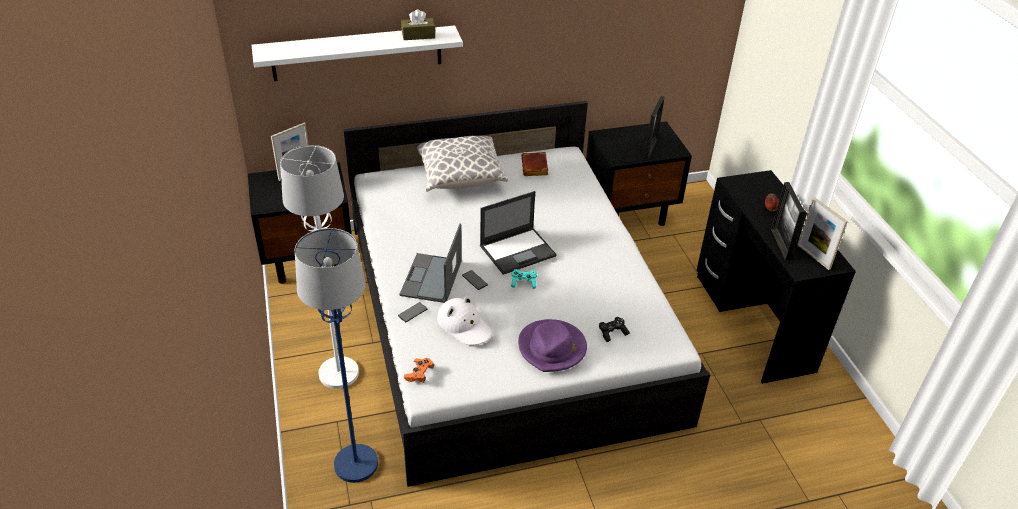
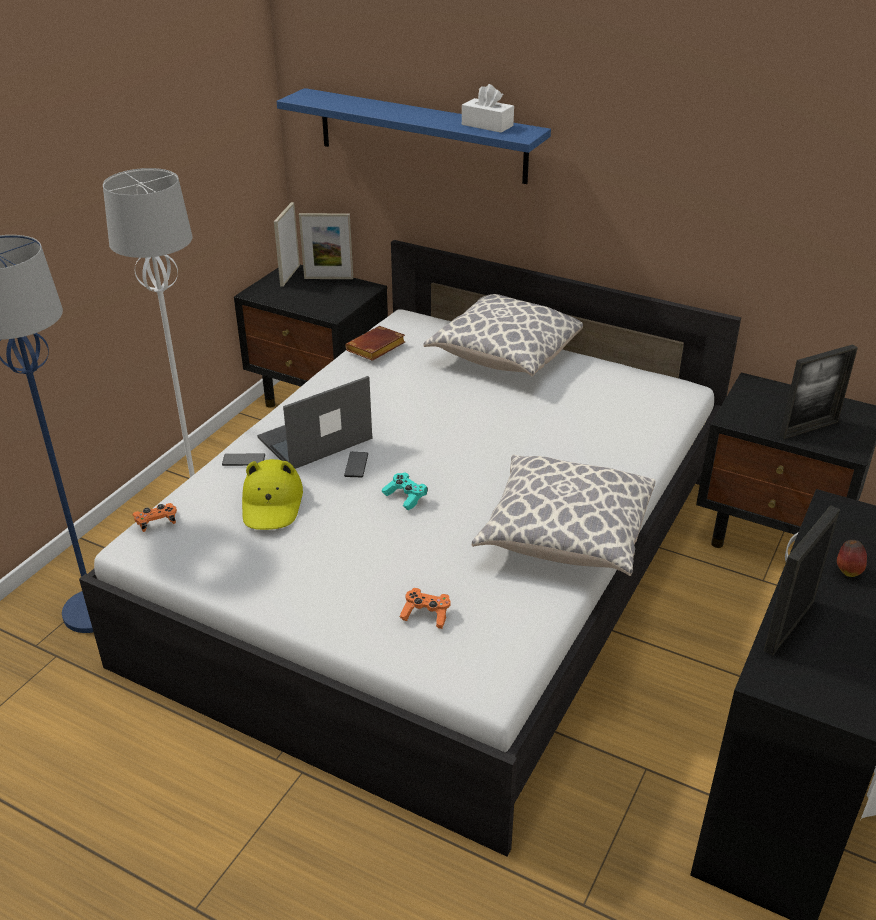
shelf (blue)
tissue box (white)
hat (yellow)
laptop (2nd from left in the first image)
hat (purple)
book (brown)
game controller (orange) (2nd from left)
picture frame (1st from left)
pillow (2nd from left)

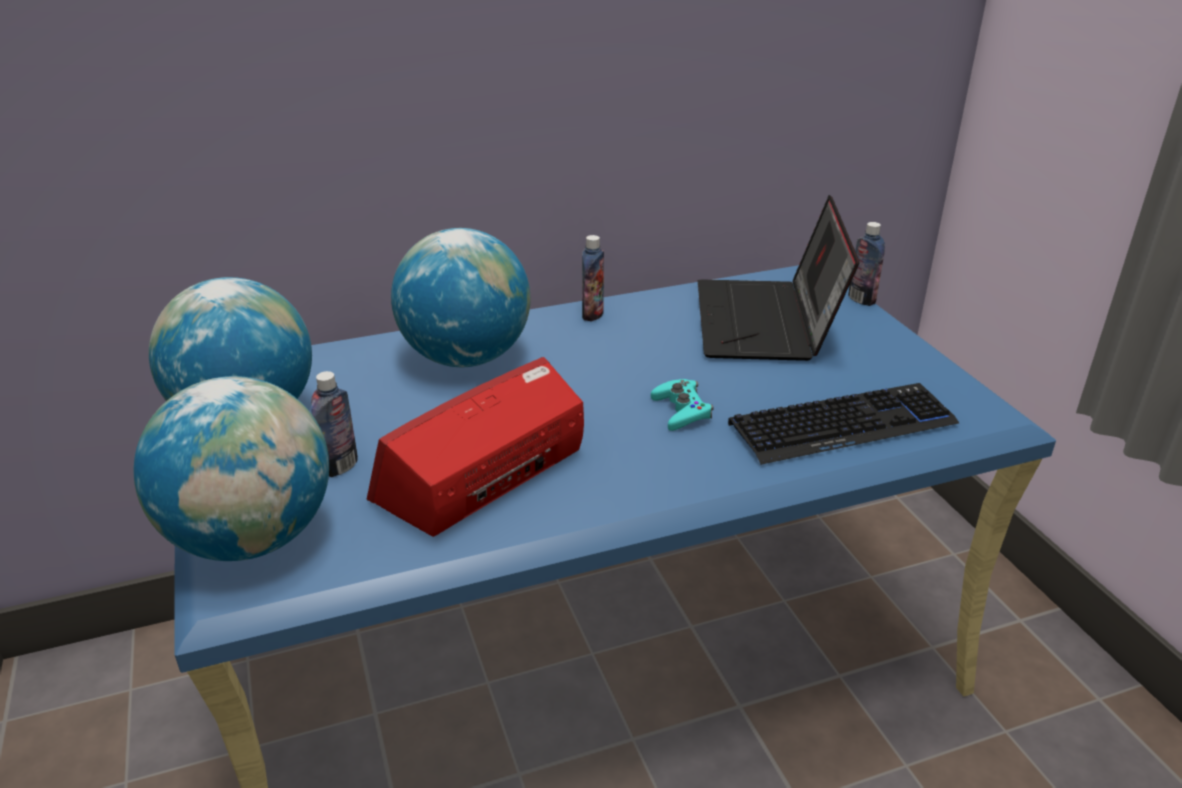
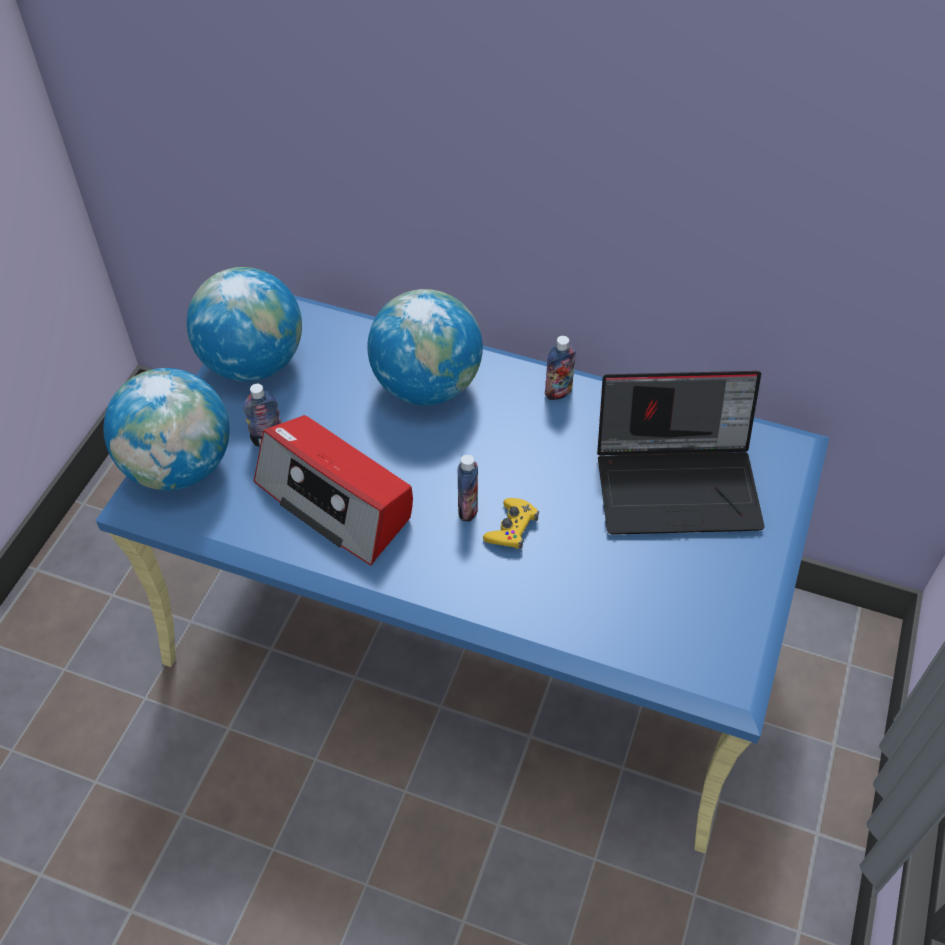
radio
game controller (yellow)
laptop
keyboard
bottle (2nd from left)

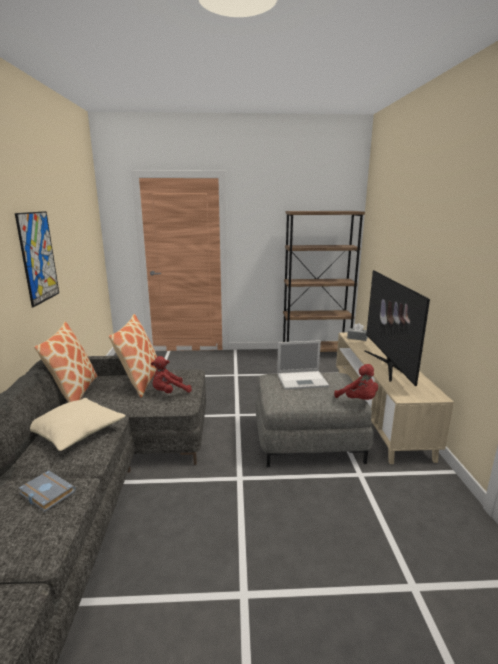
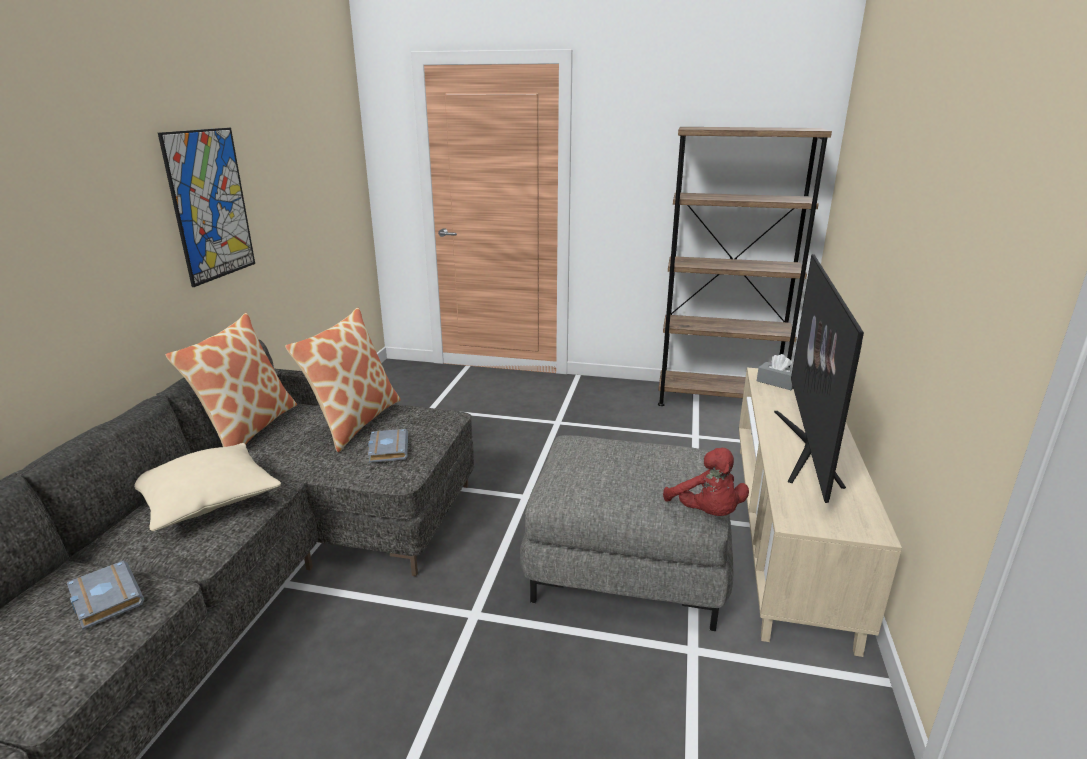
book (grey) (2nd from left)
laptop

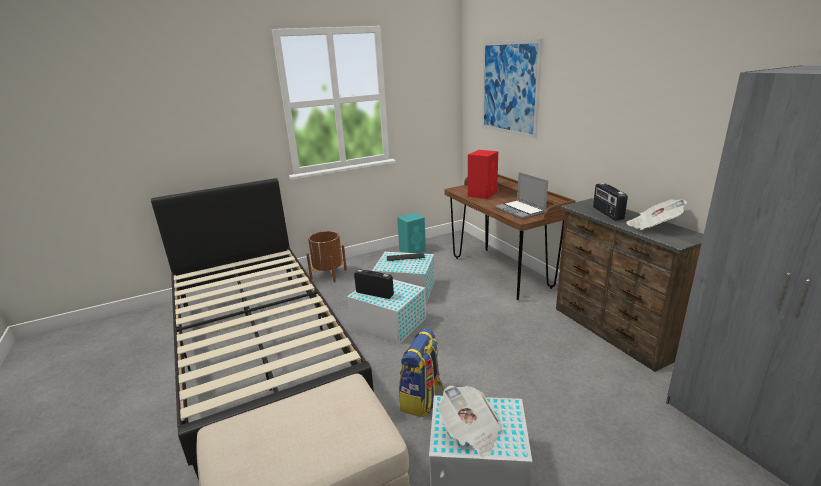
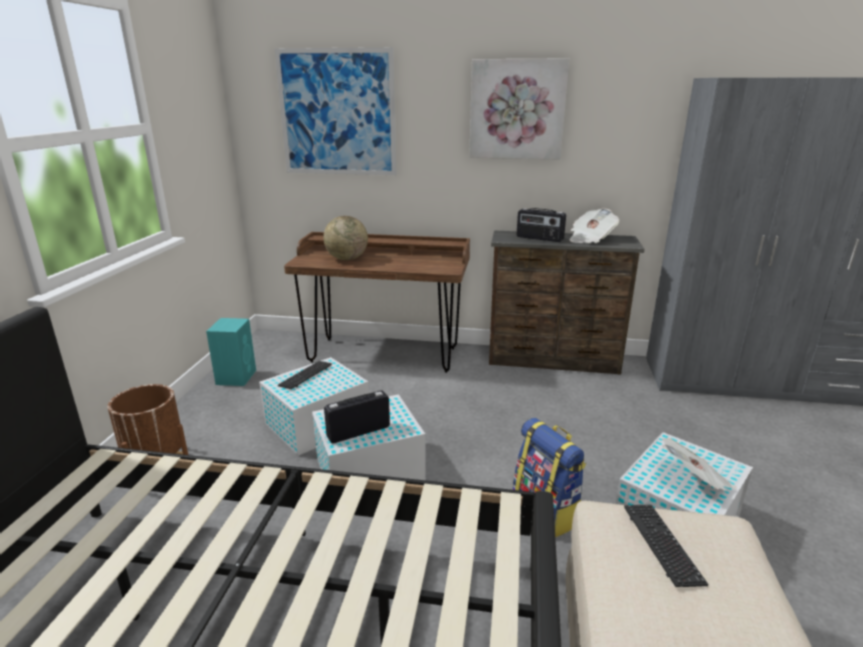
globe
laptop
picture (2nd from left)
keyboard (2nd from left)

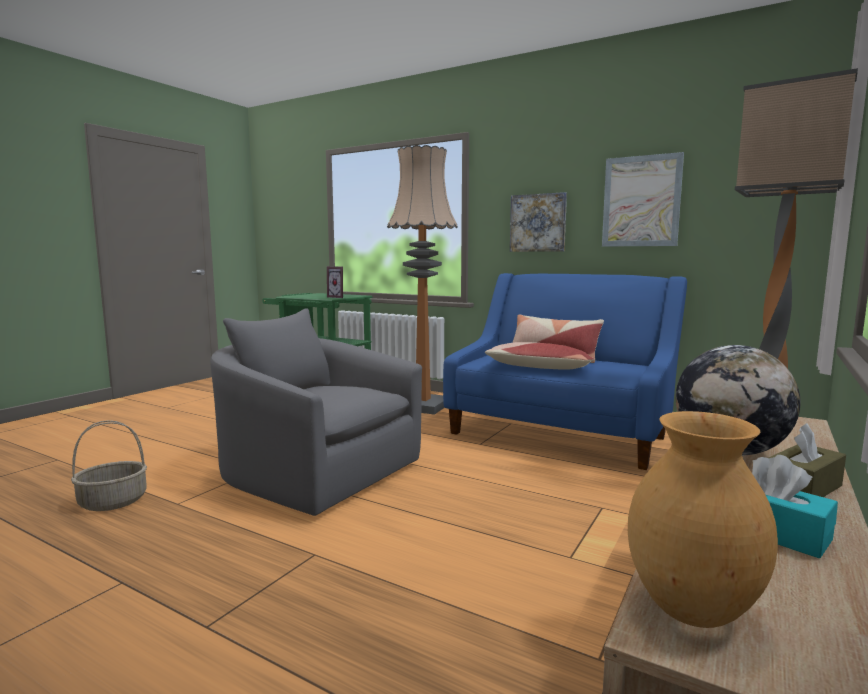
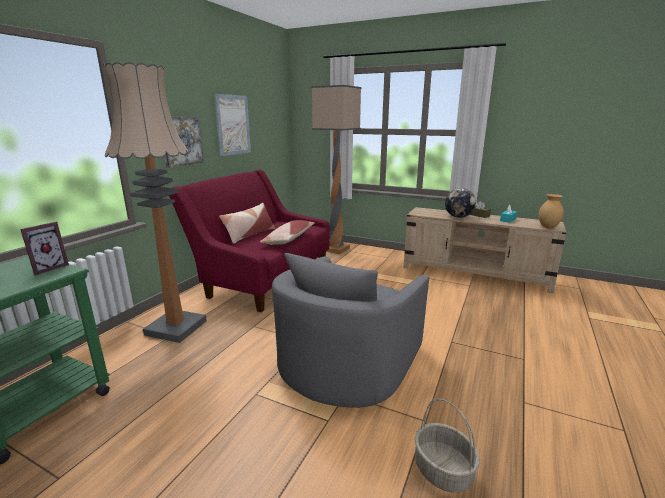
sofa (red)

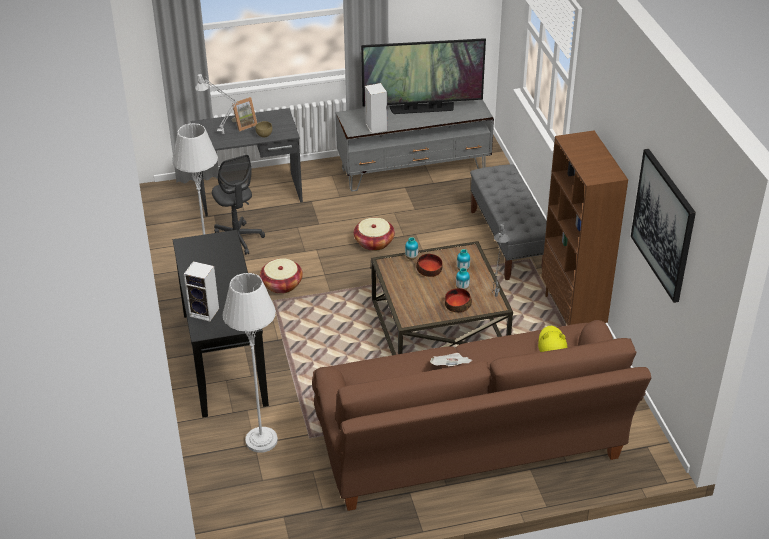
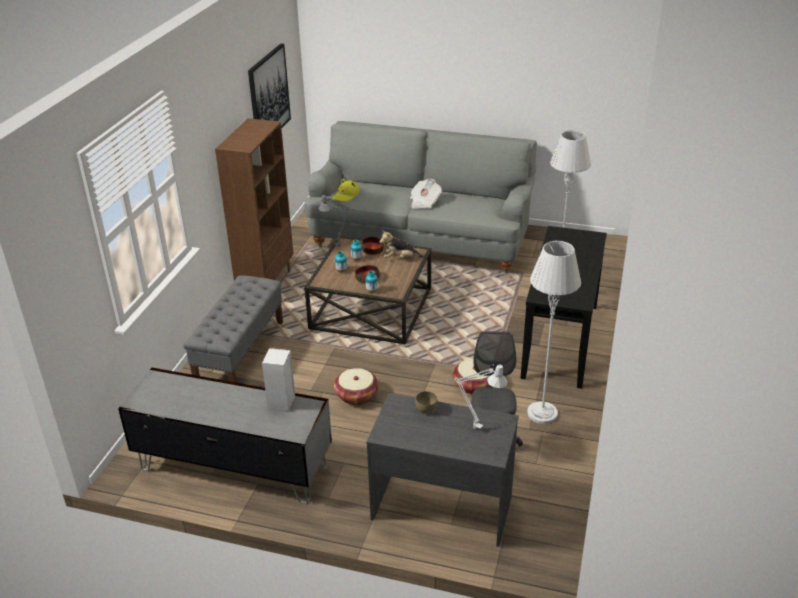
speaker (1st from left in the first image)
picture frame
sofa (grey)
television
plush toy

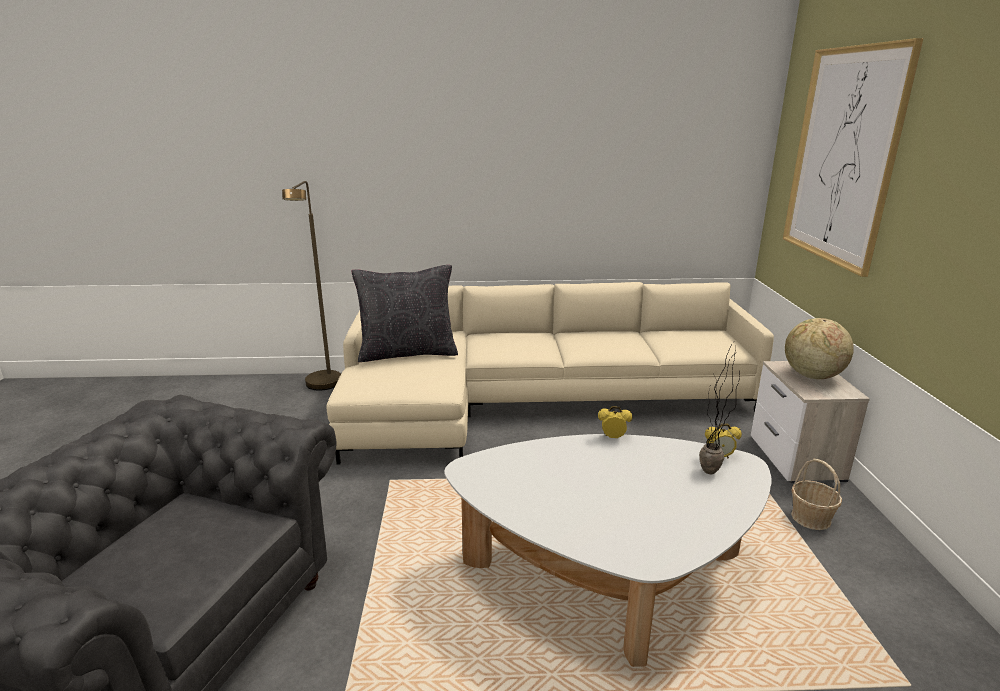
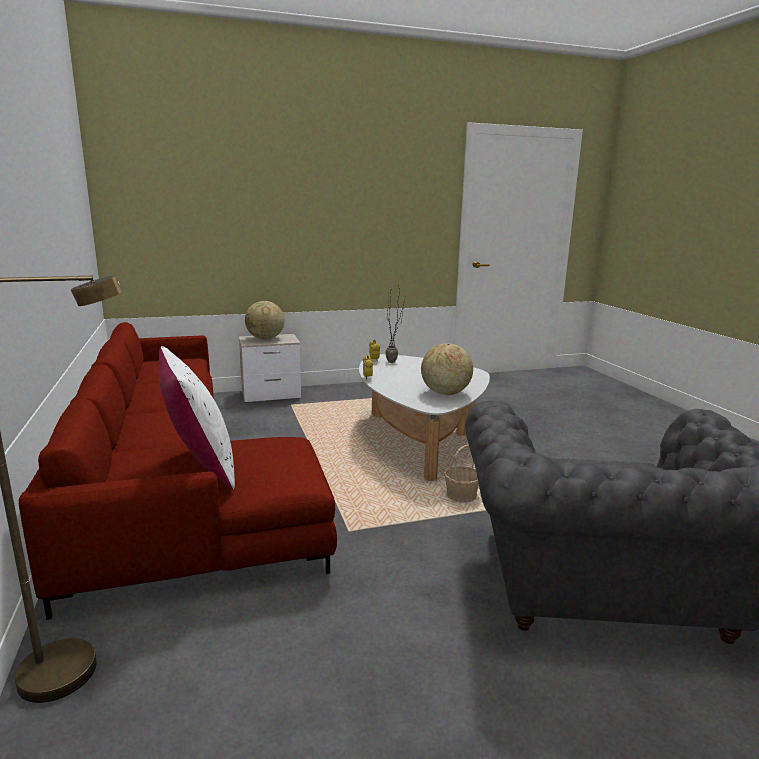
sofa (red)
pillow (white)
picture
basket
globe (2nd from left)

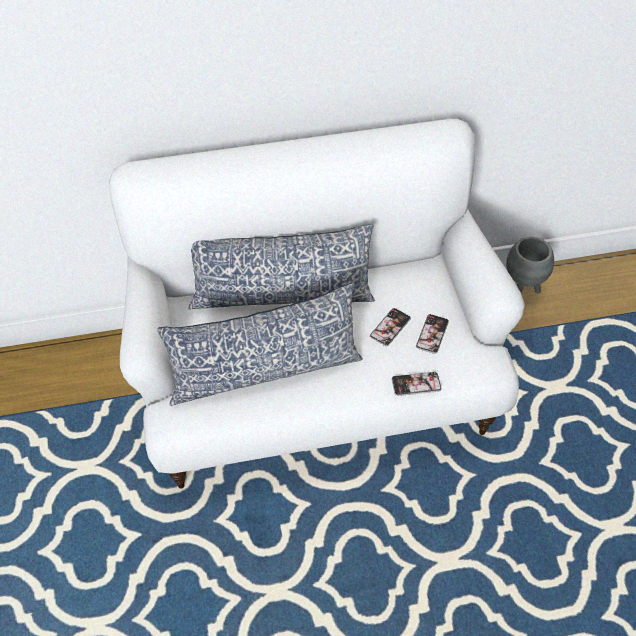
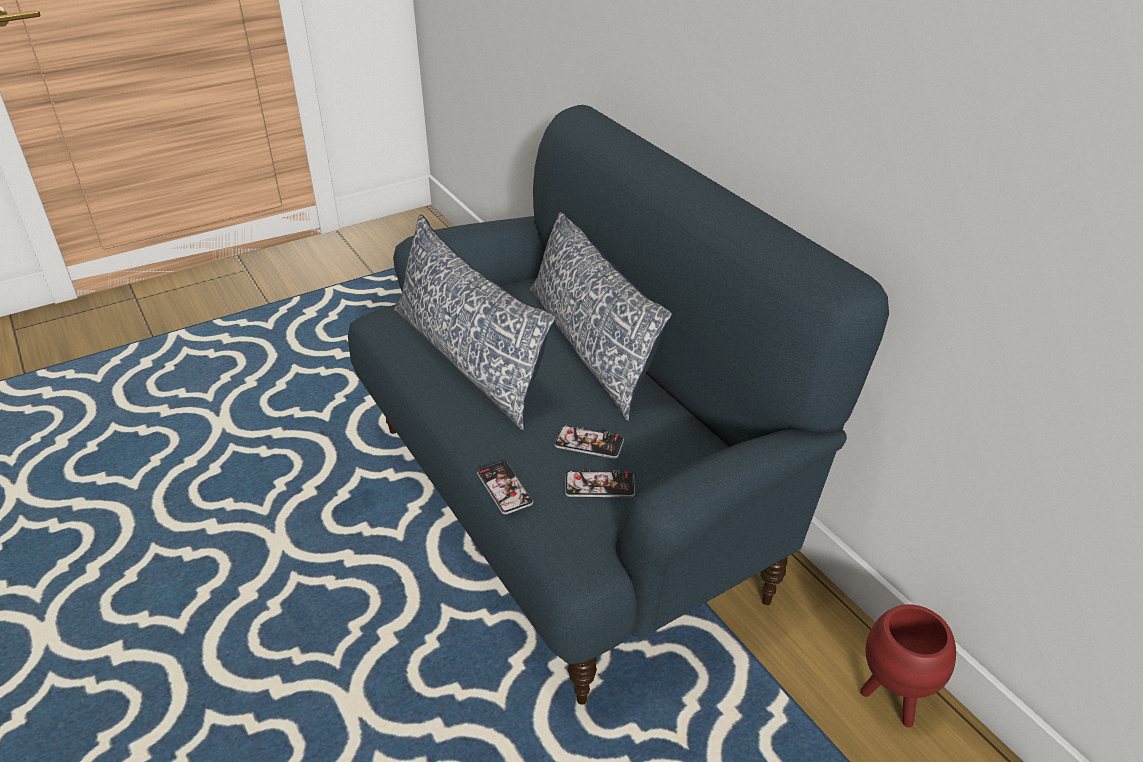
sofa (blue)
planter (red)

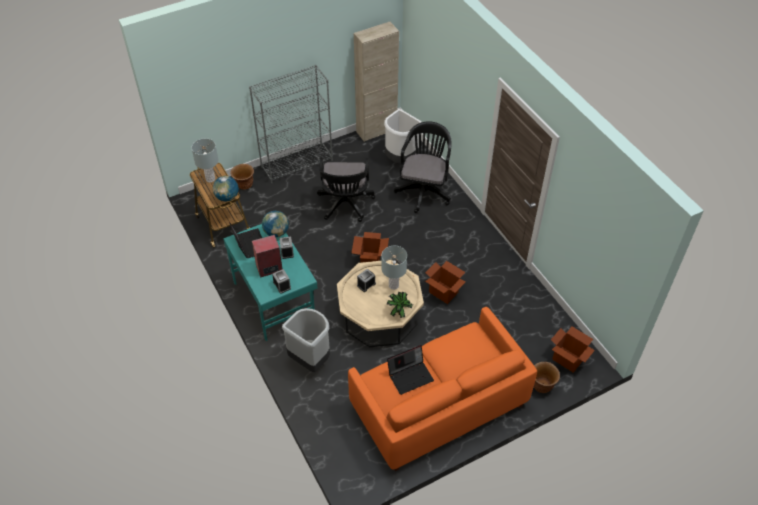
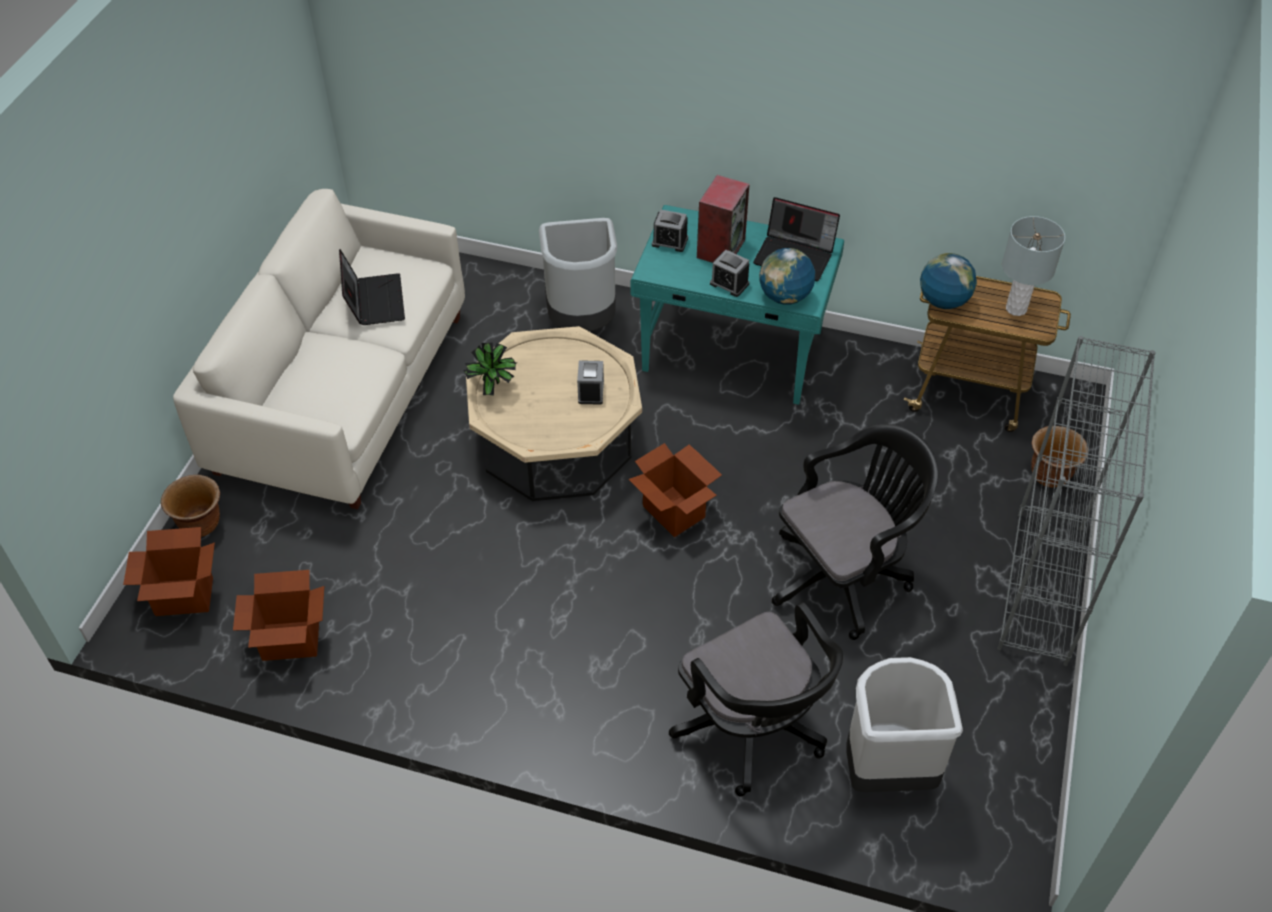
office chair (black) (2nd from left)
sofa (white)
cabinet (beige)
table lamp (grey) (2nd from left in the first image)
laptop (1st from left)
cardboard box (2nd from left)

